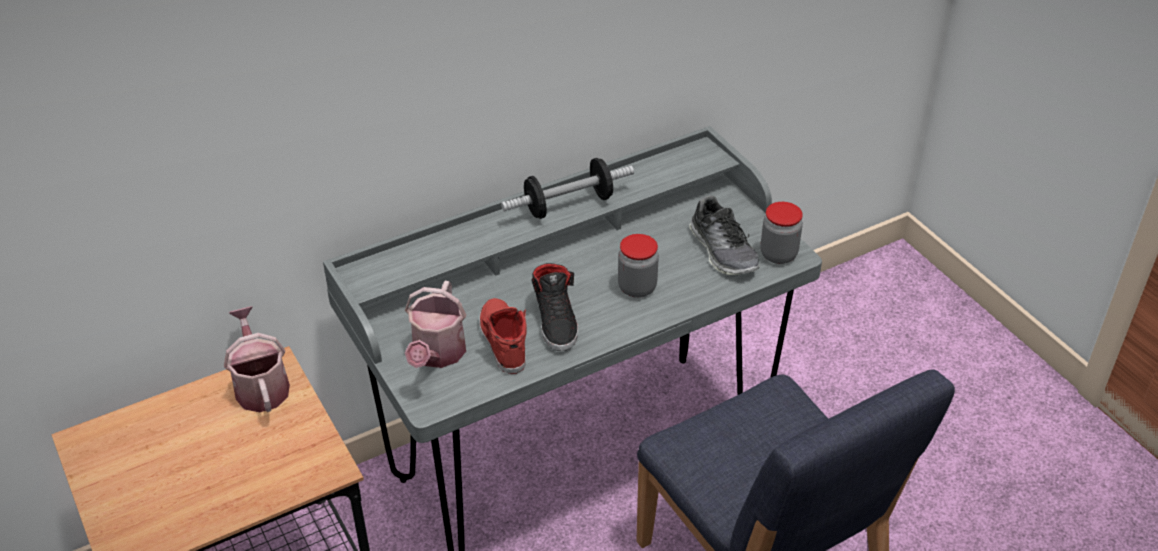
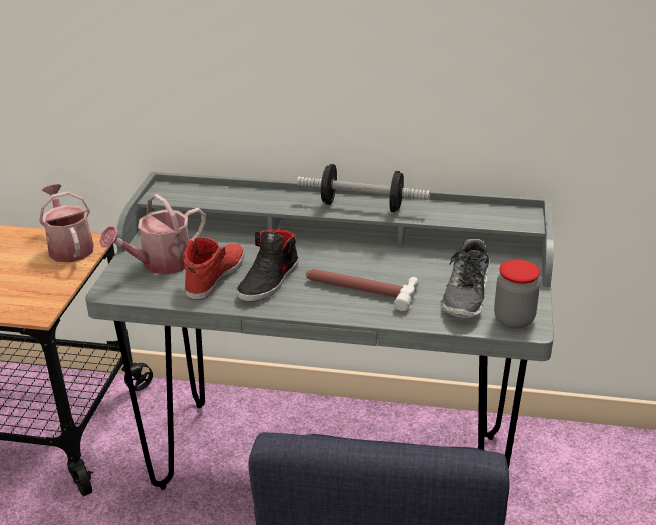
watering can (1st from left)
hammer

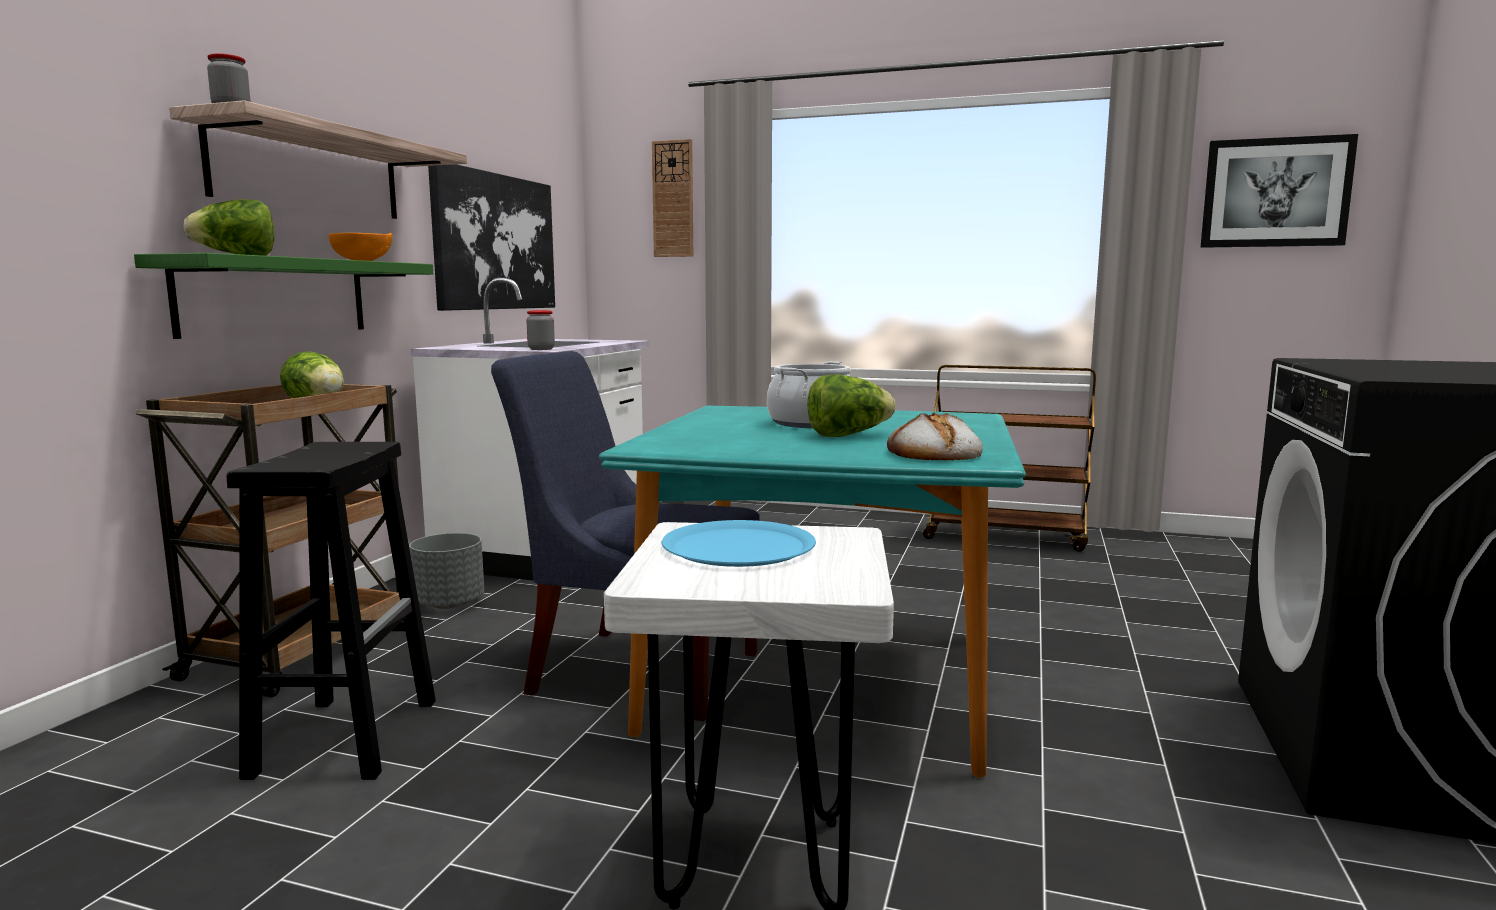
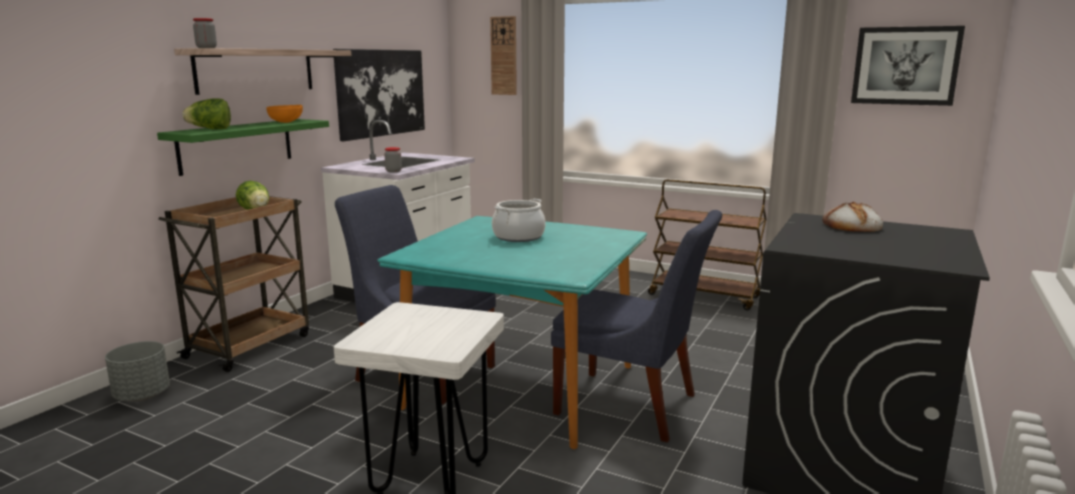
stool (black)
planter (grey)
plate (blue)
lettuce (3rd from left in the first image)
bread
chair (blue) (2nd from left)

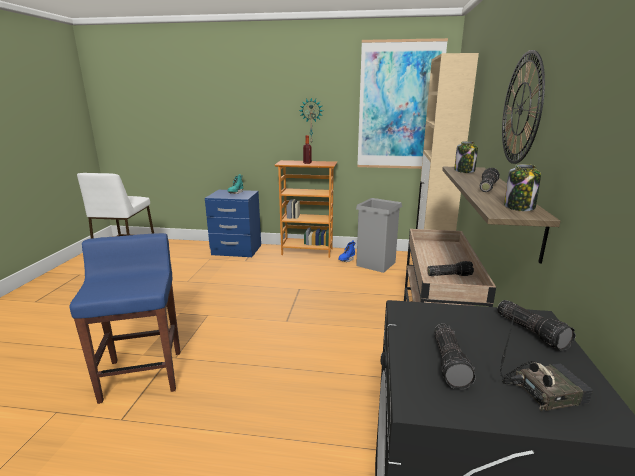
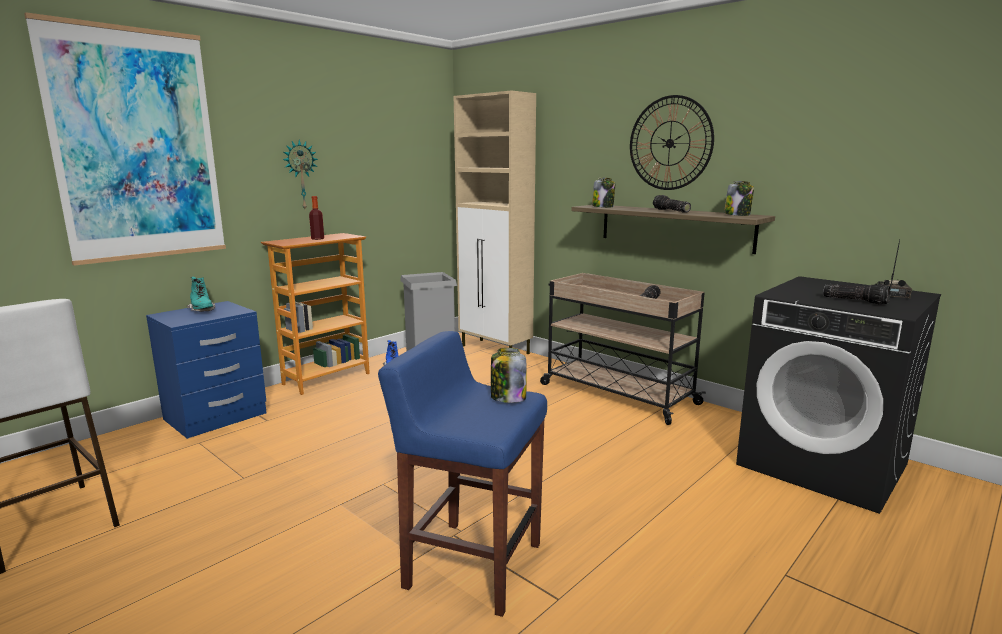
picture
flashlight (4th from left in the first image)
jar (1st from left)

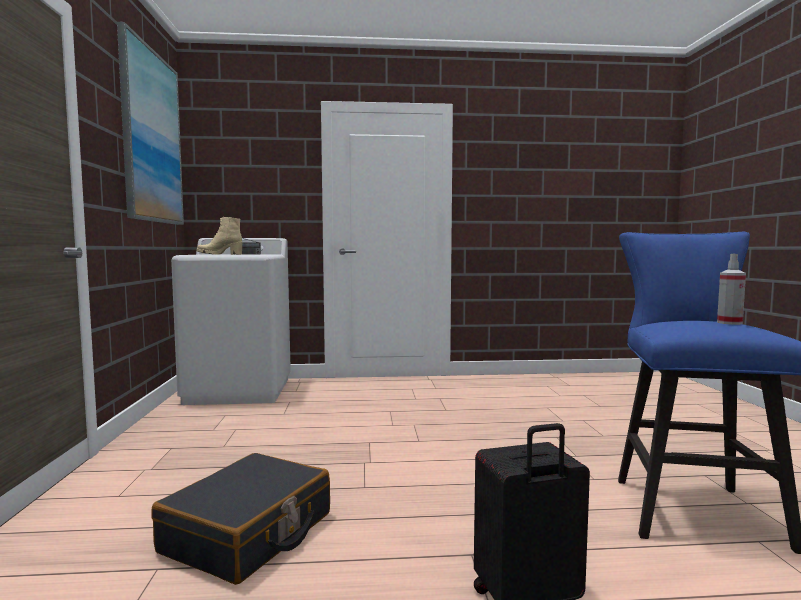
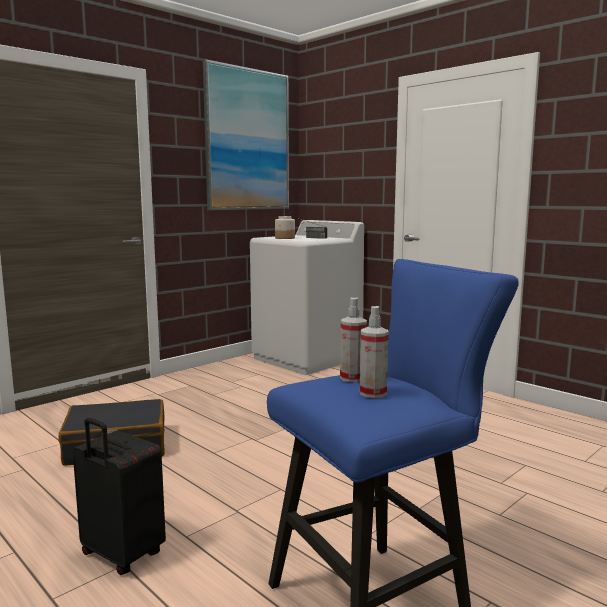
jar
spray bottle (1st from left)

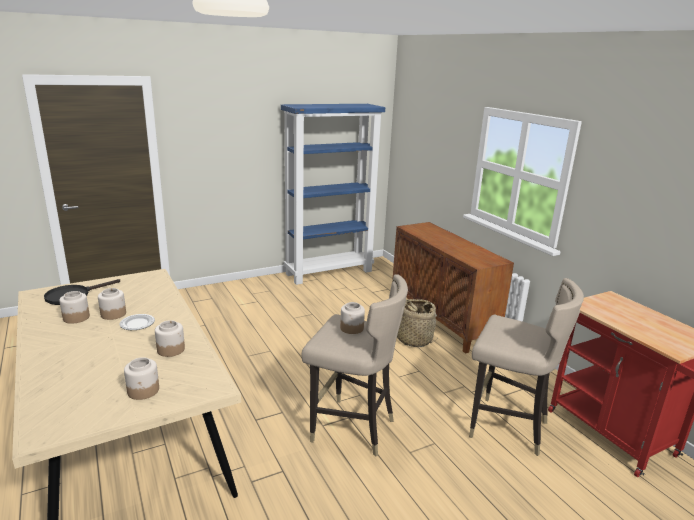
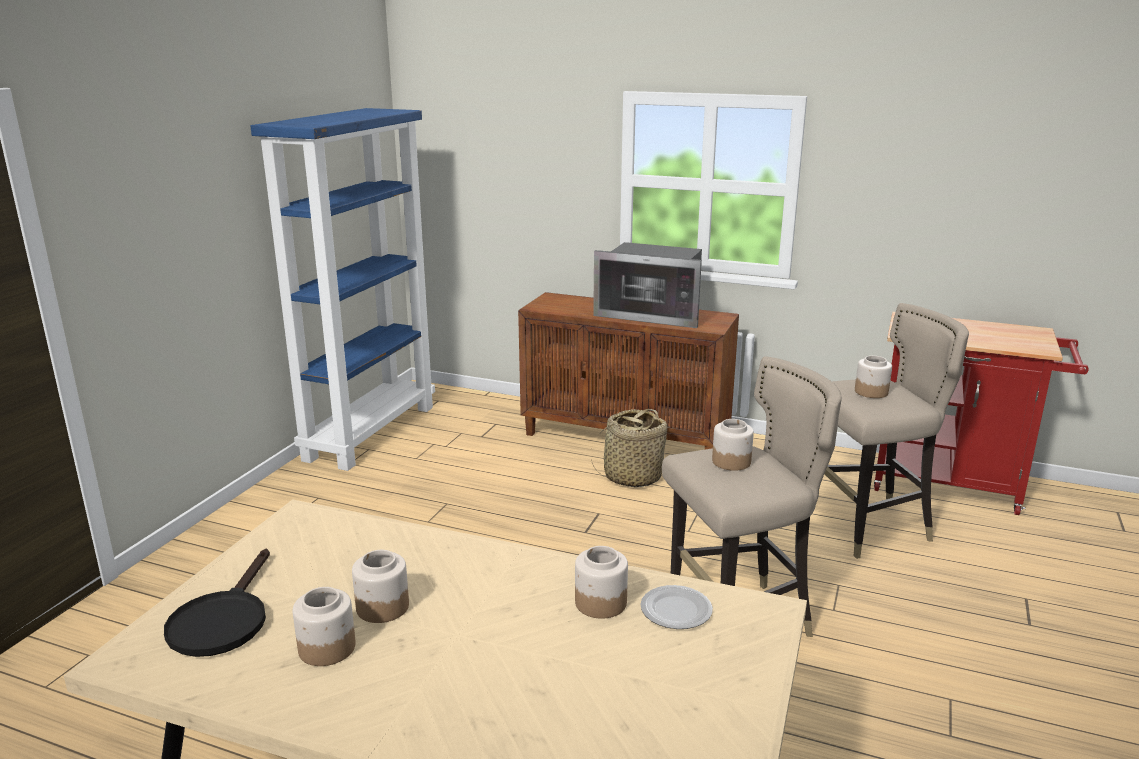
plate
jar (5th from left)
microwave

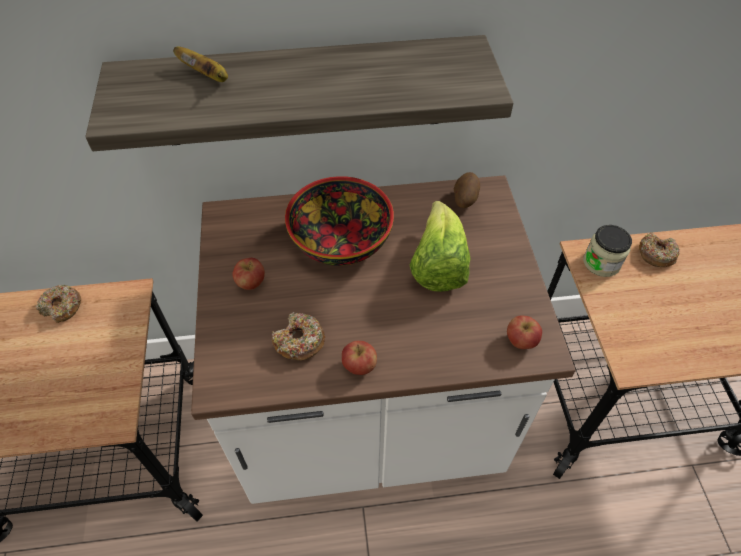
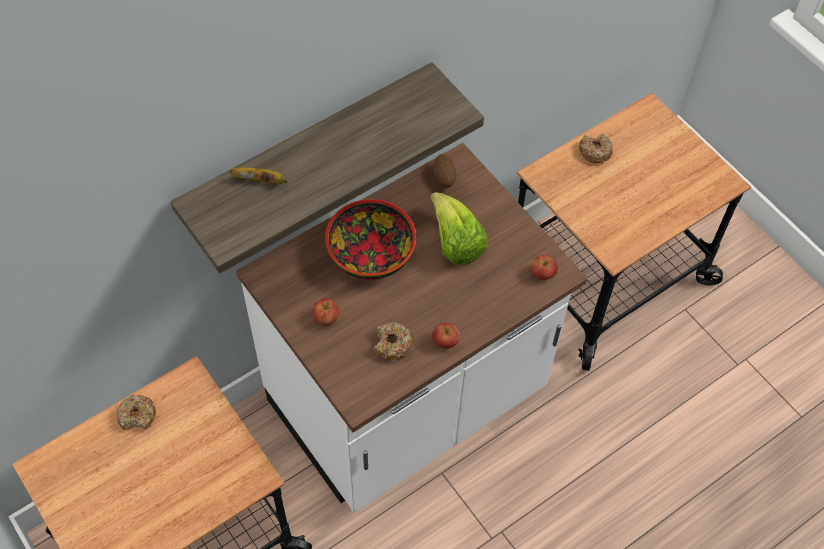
jar

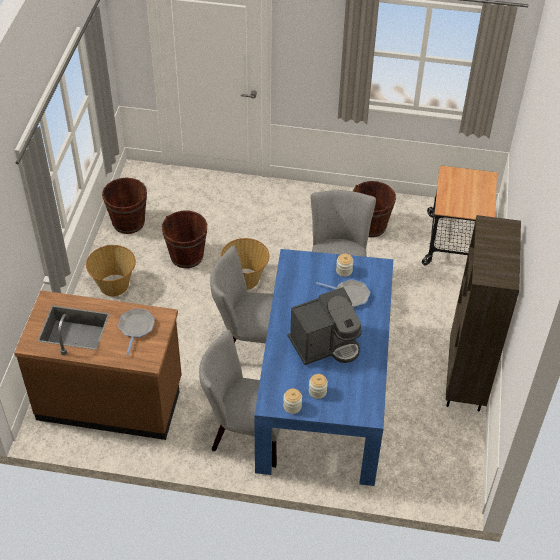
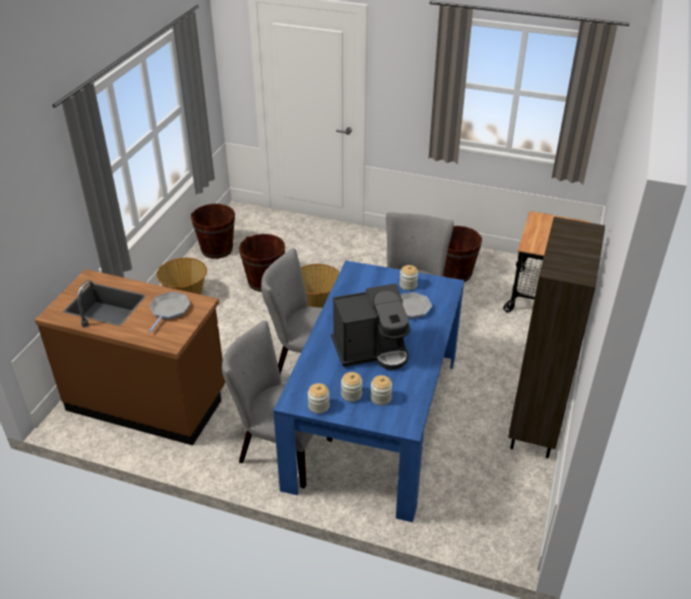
jar (3rd from left)

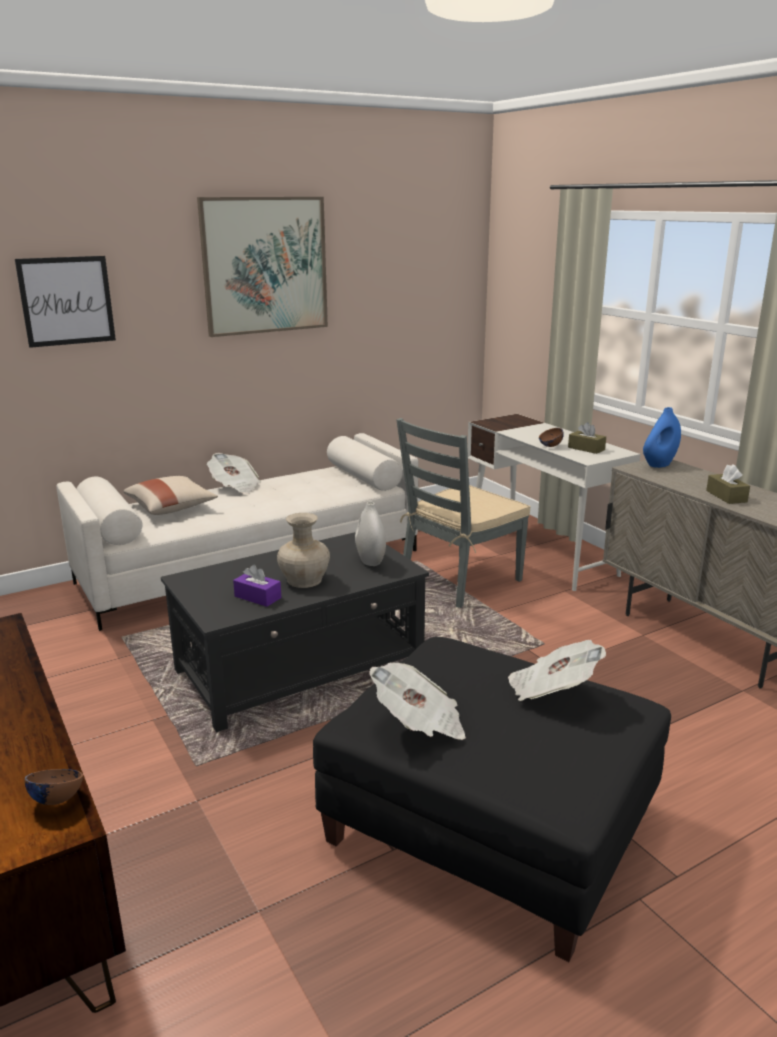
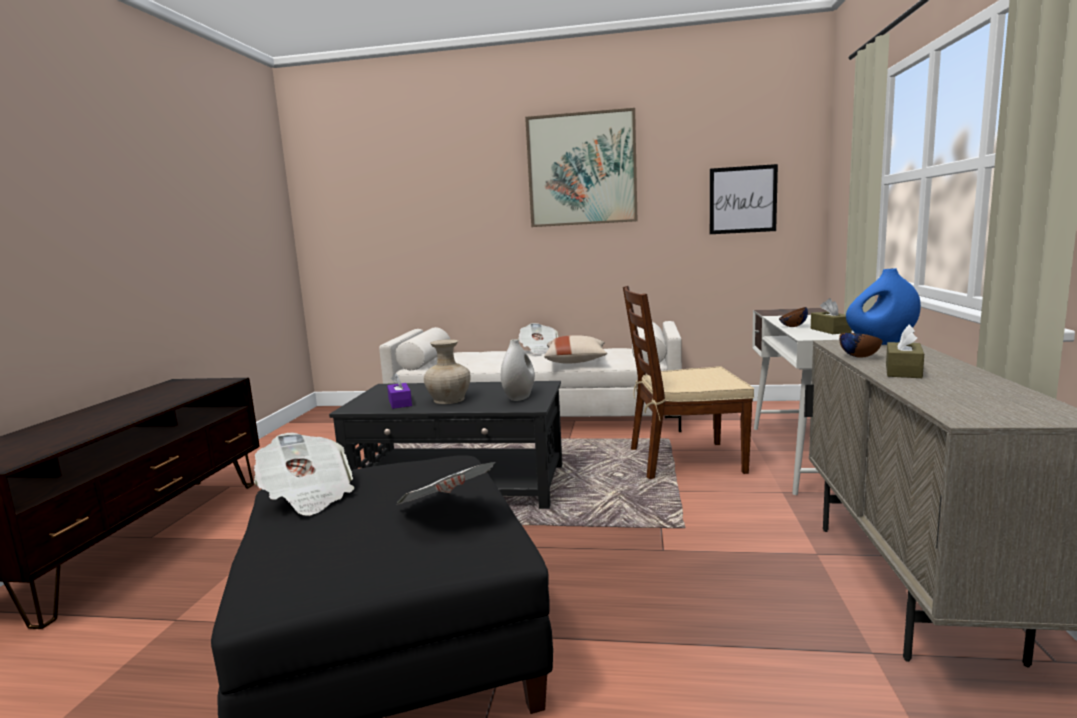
picture (2nd from left)
bowl (brown) (2nd from left)
pillow (beige)
chair (brown)

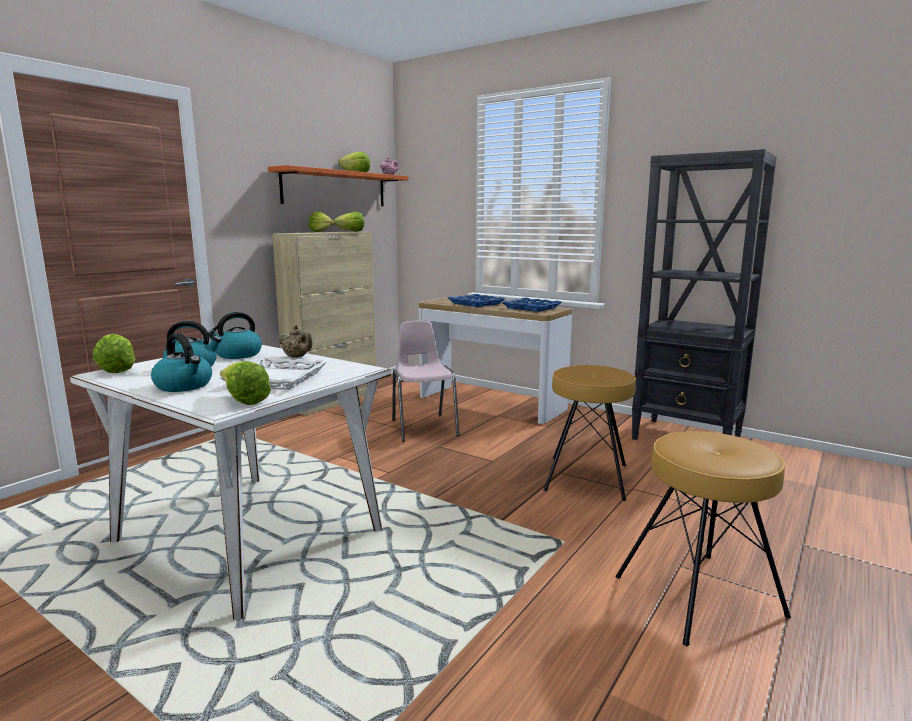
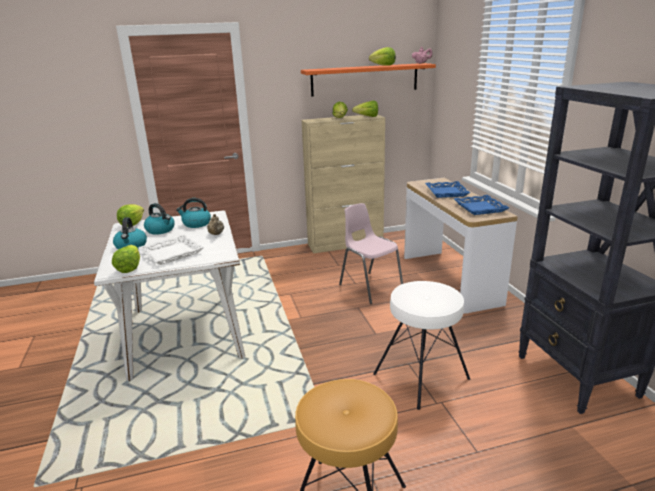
chair (pink)
stool (white)

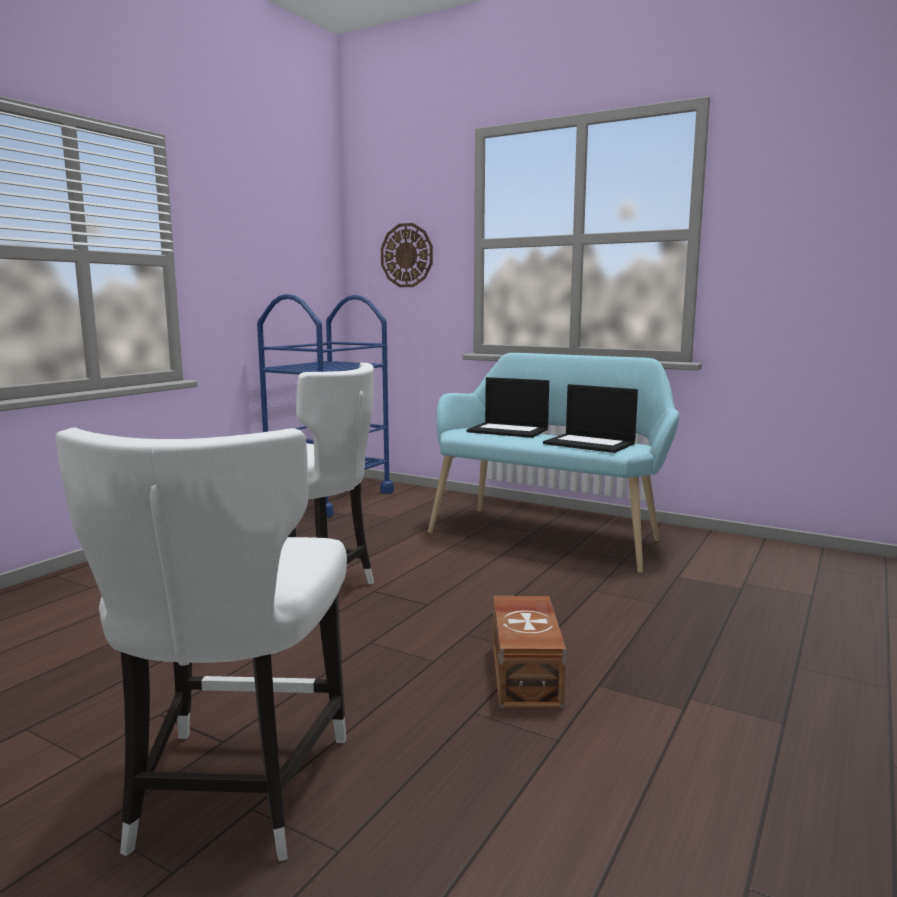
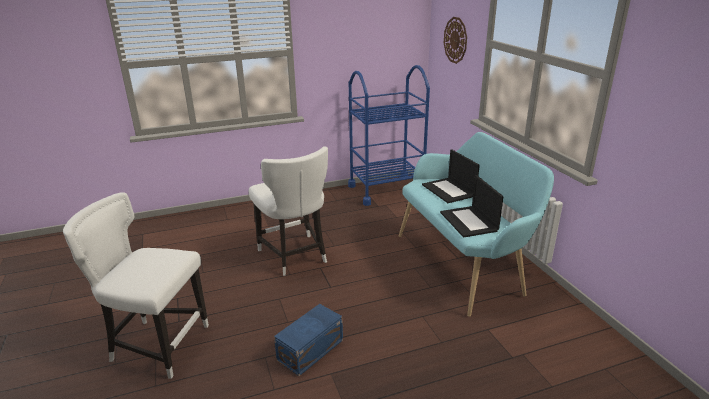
chair (white) (1st from left)
storage box (blue)

